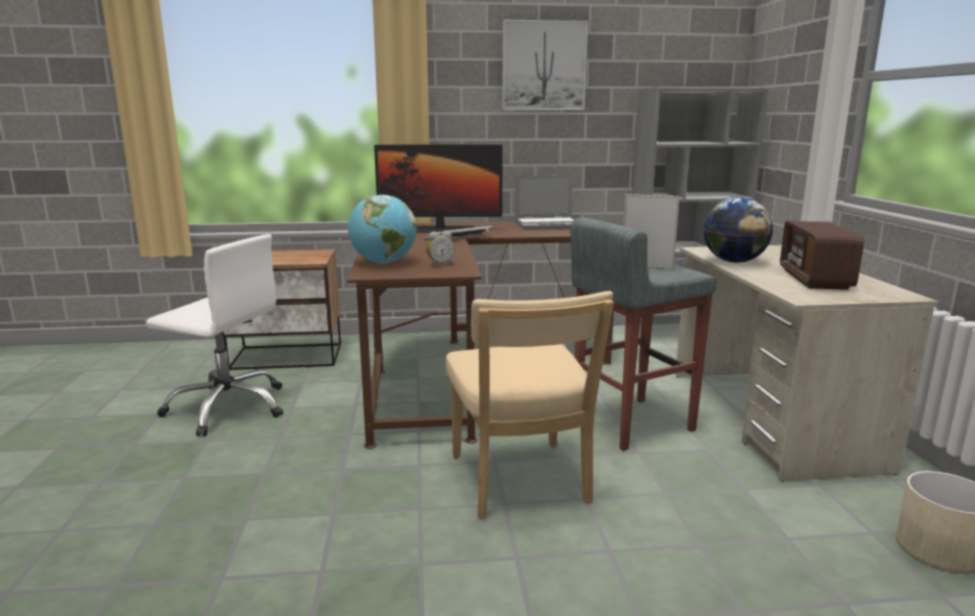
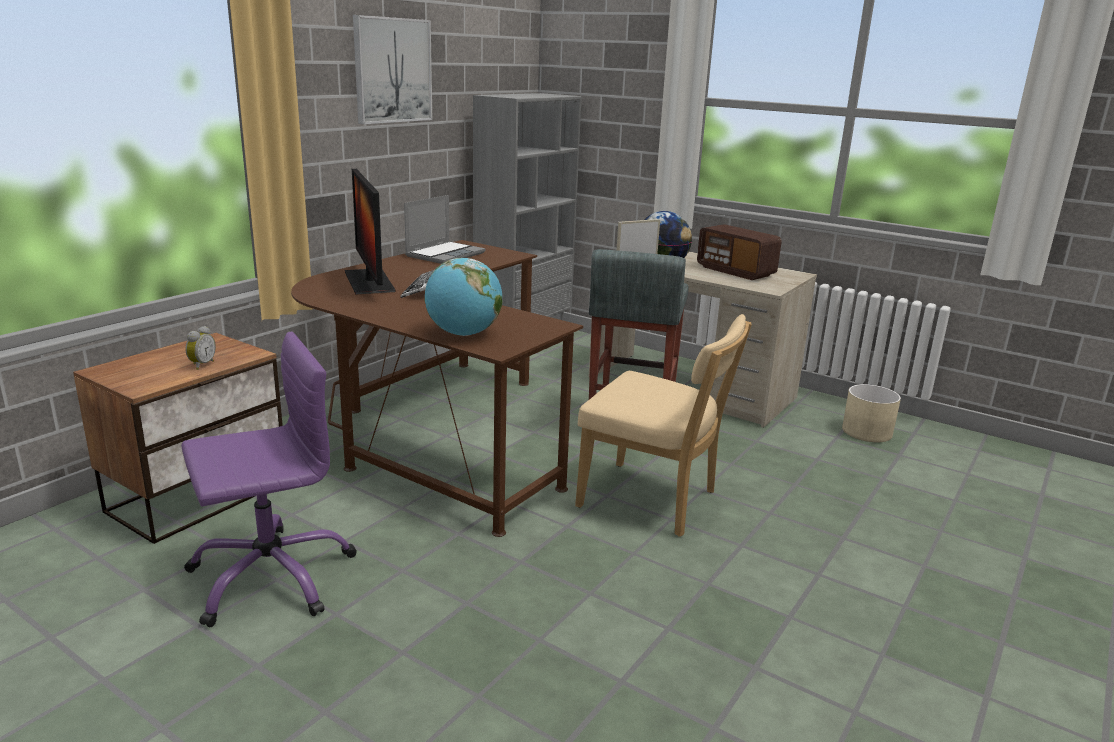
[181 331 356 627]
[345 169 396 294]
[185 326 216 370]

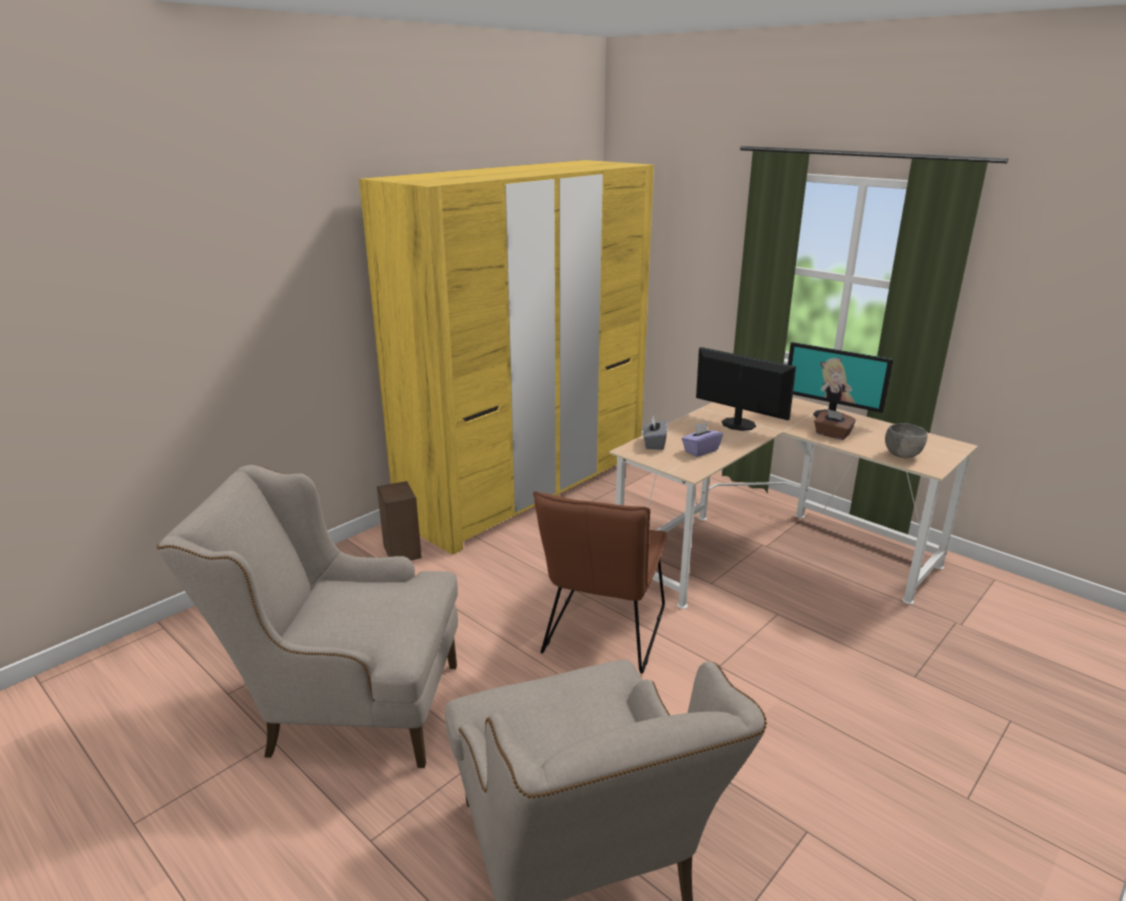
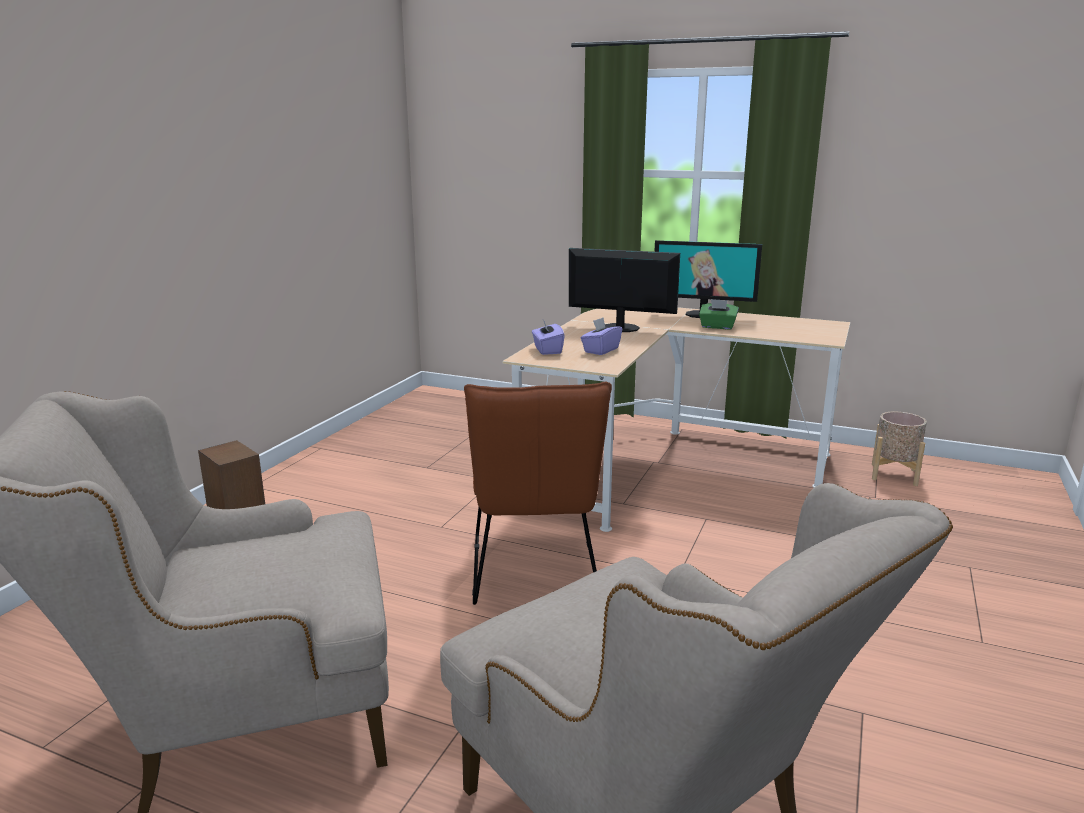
[359 160 654 555] (first image)
[532 320 565 355]
[699 299 739 329]
[885 423 928 458] (first image)
[872 412 927 486]

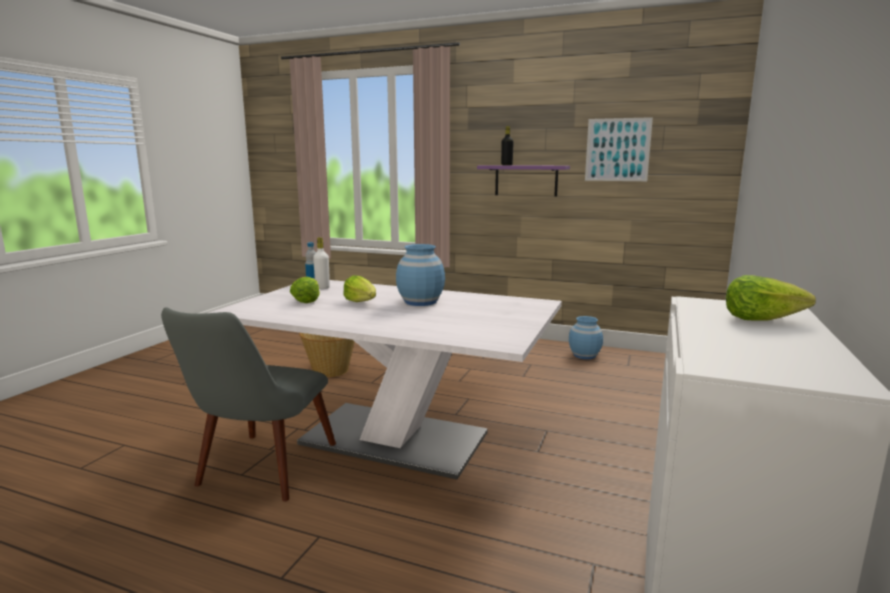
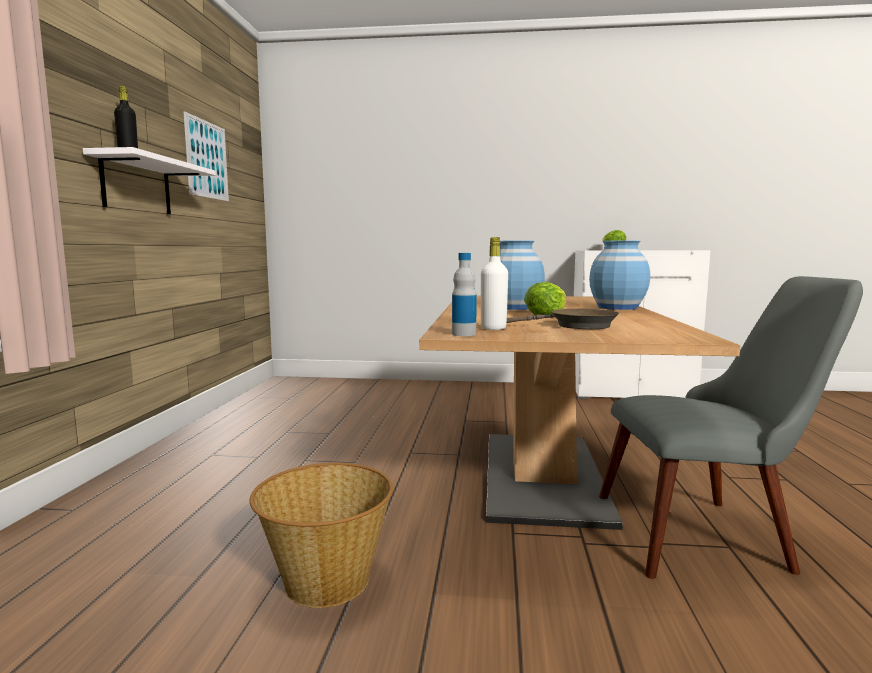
[419 296 740 530]
[507 309 619 329]
[83 147 216 214]
[589 241 650 310]

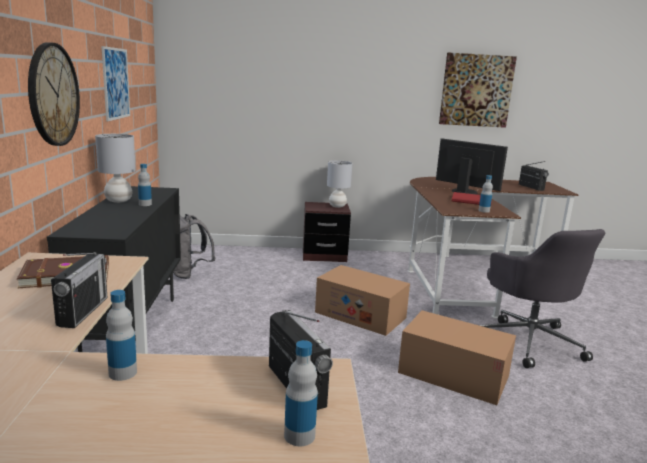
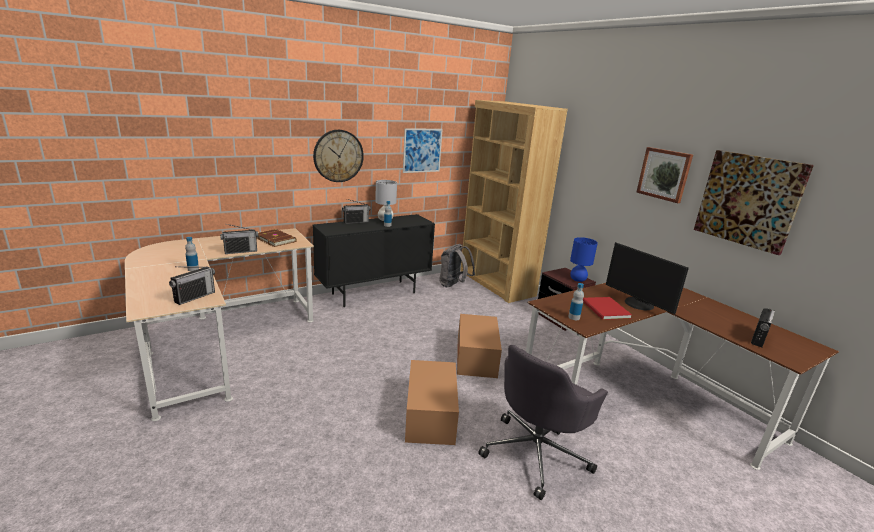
[284 340 318 446] (first image)
[570 237 598 282]
[606 242 689 315]
[342 199 371 224]
[460 100 568 303]
[636 147 693 203]

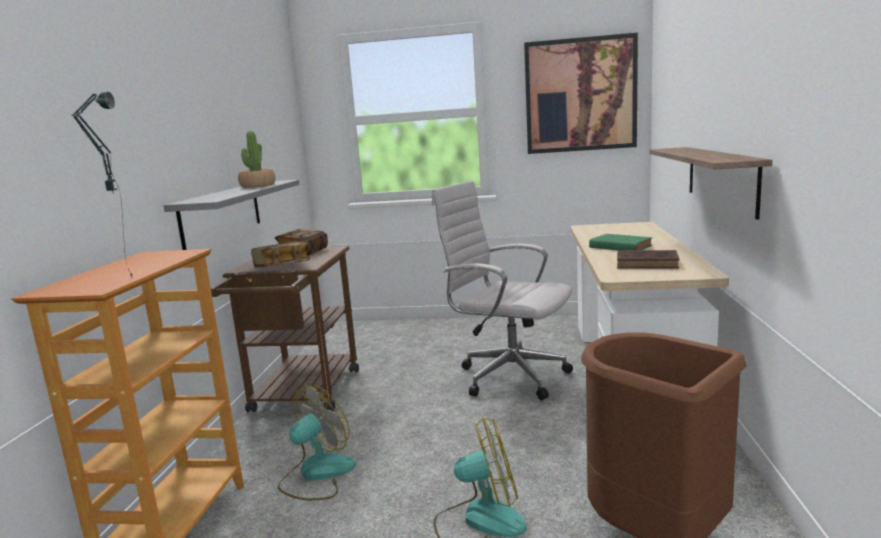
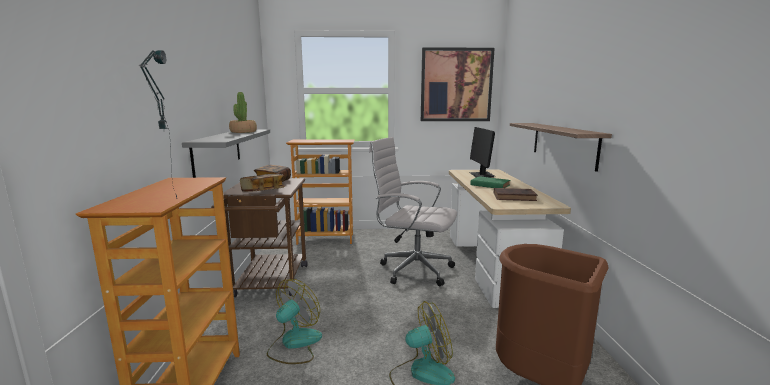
[286 139 355 245]
[469 127 495 178]

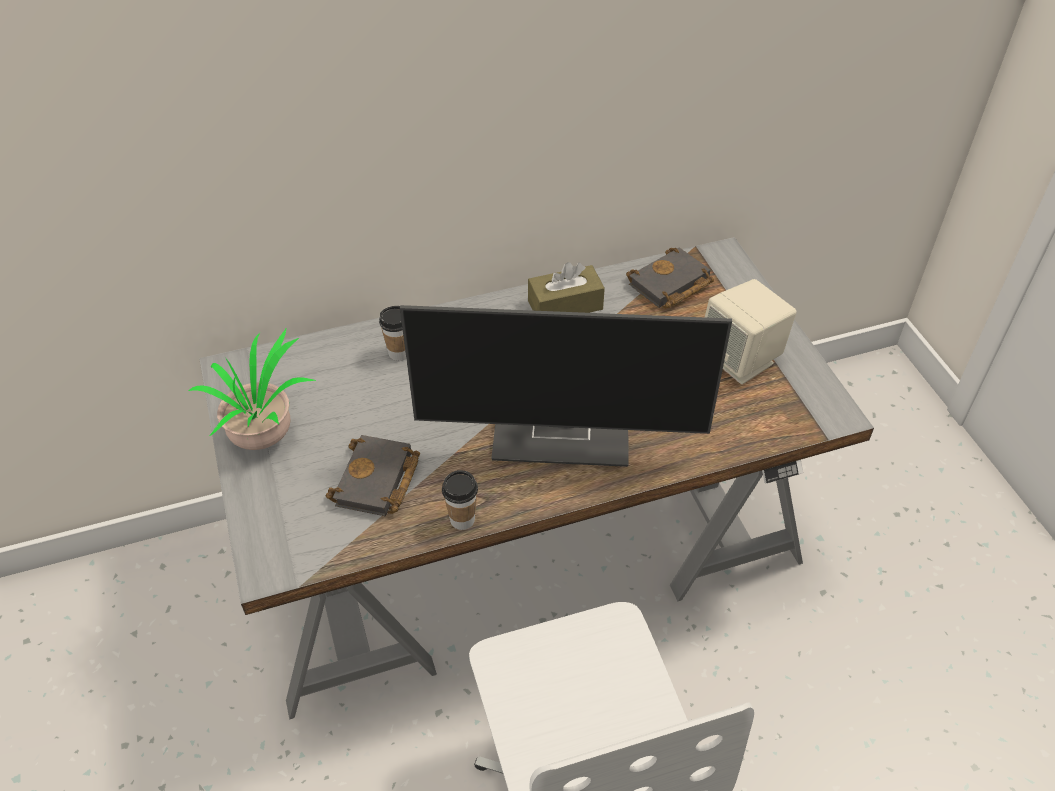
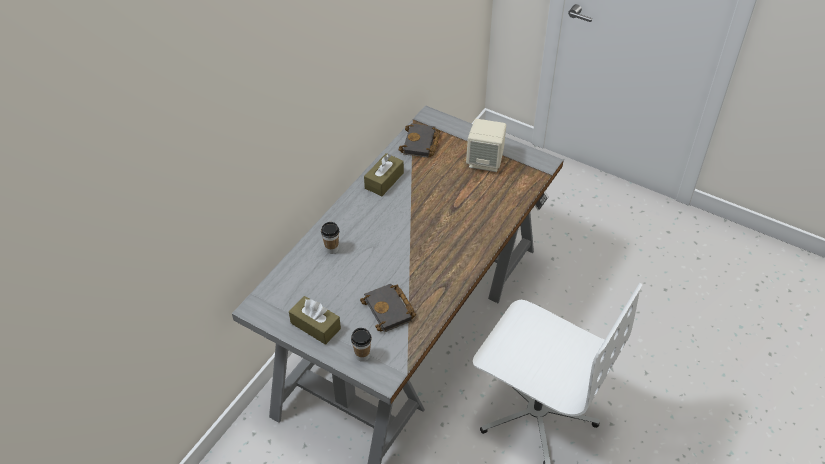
[289 296 341 345]
[400 305 732 467] (first image)
[351 328 372 362]

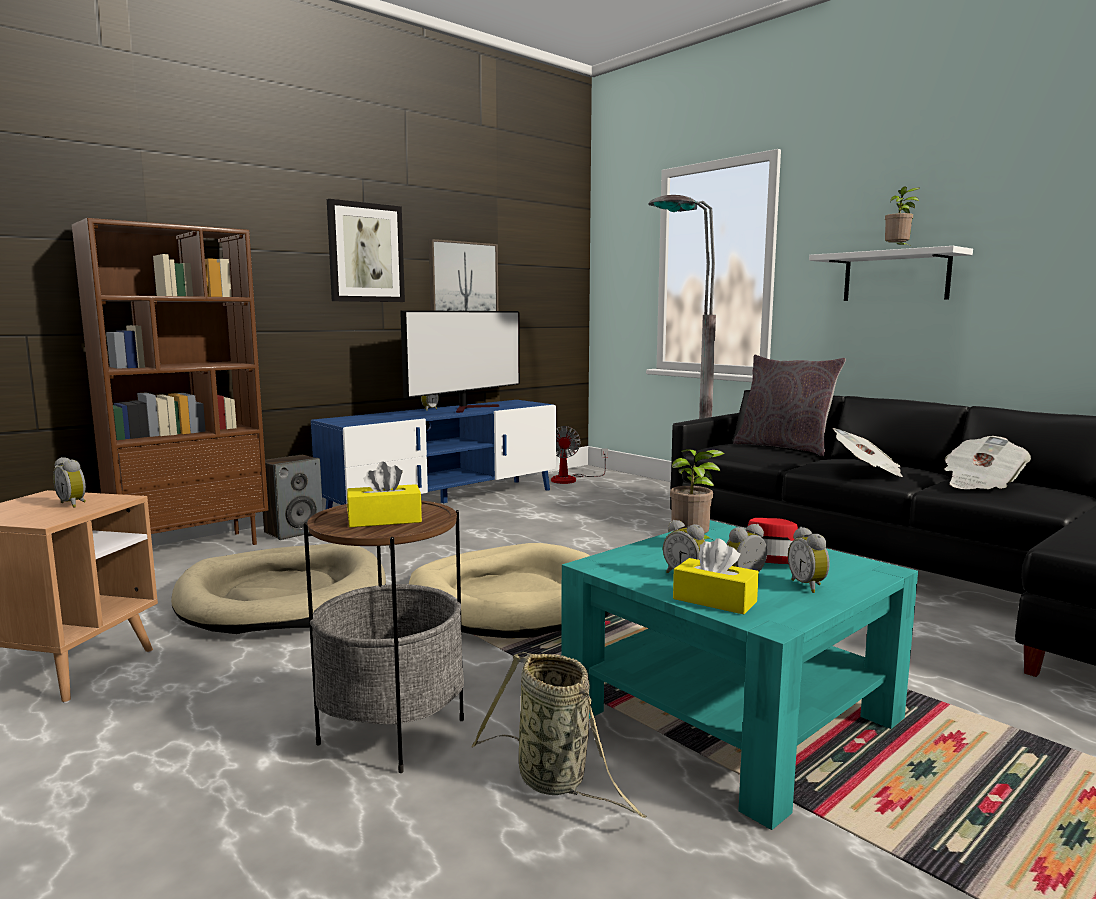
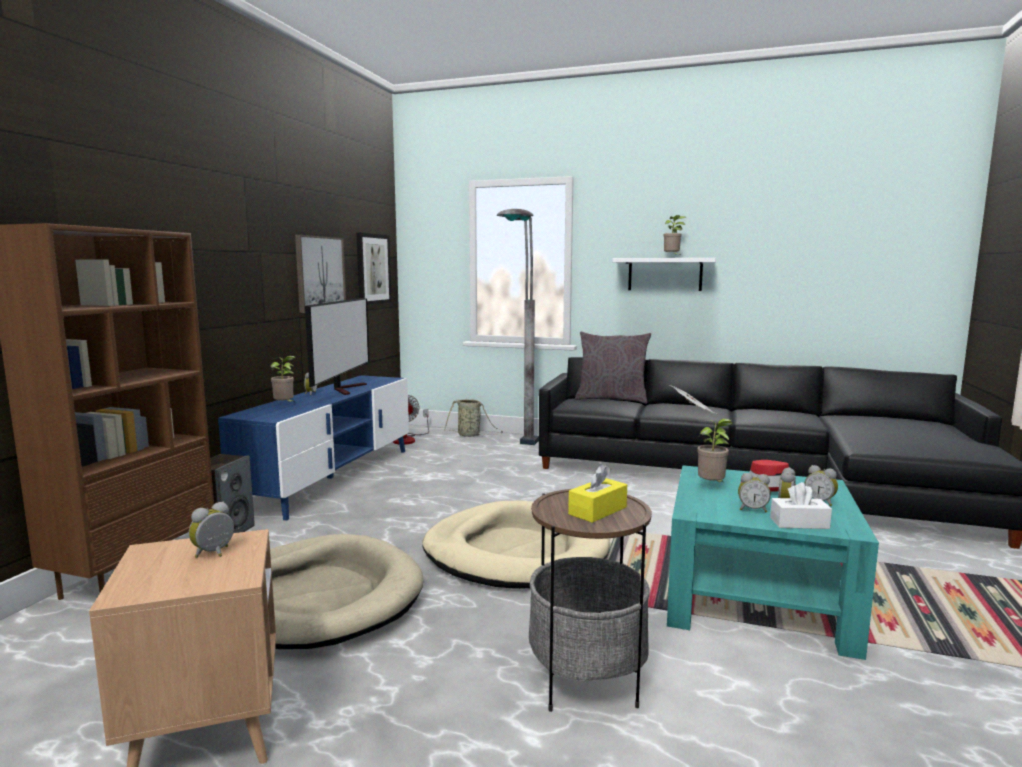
[189 501 234 558]
[356 233 392 305]
[444 399 501 437]
[770 482 832 529]
[944 436 1031 489] (first image)
[270 356 295 402]

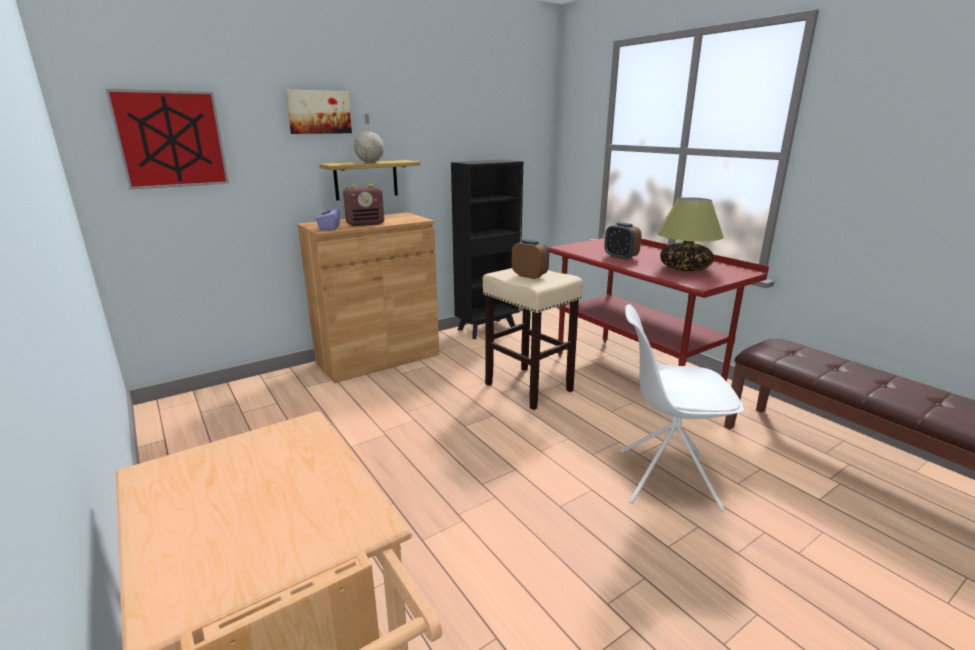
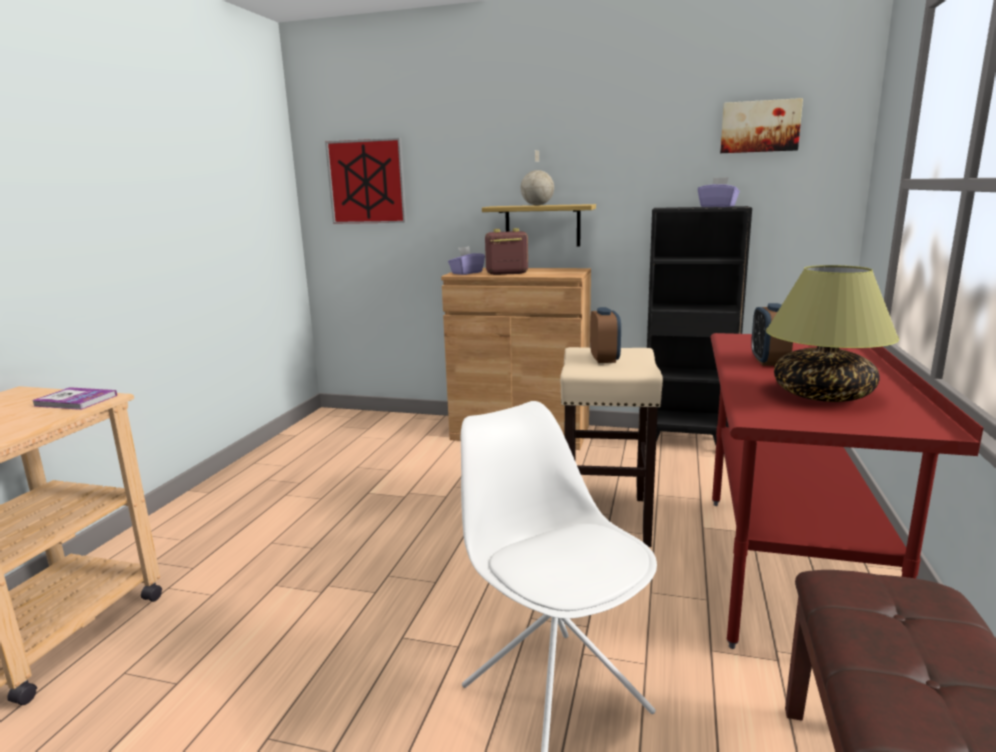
[720 98 803 153]
[485 228 528 275]
[31 387 117 410]
[698 177 740 207]

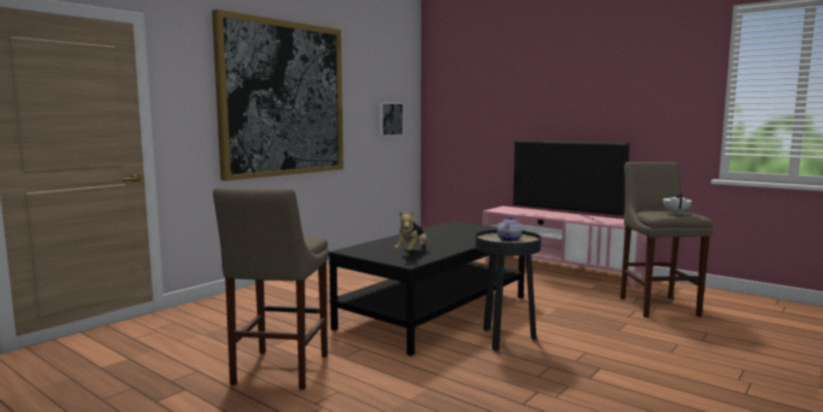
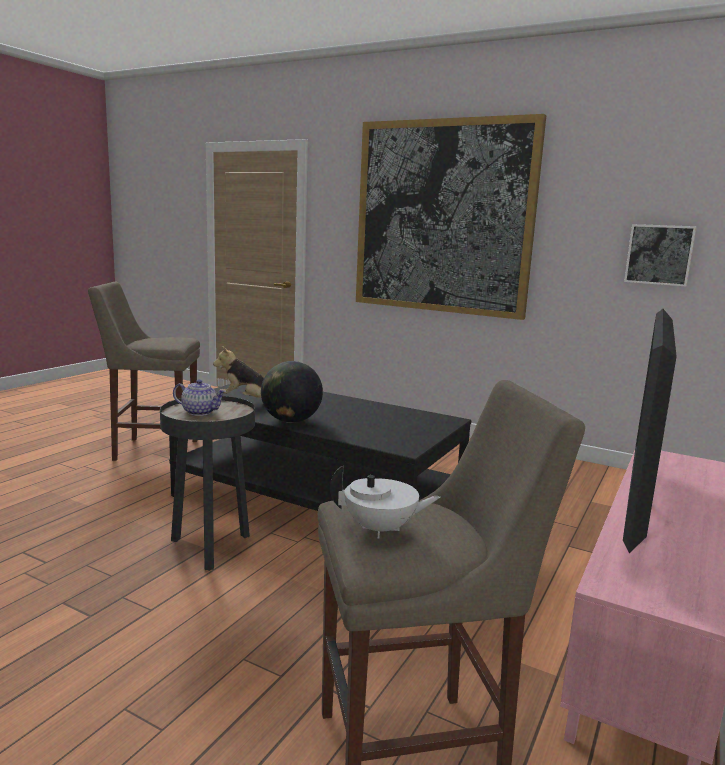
[261 361 323 423]

